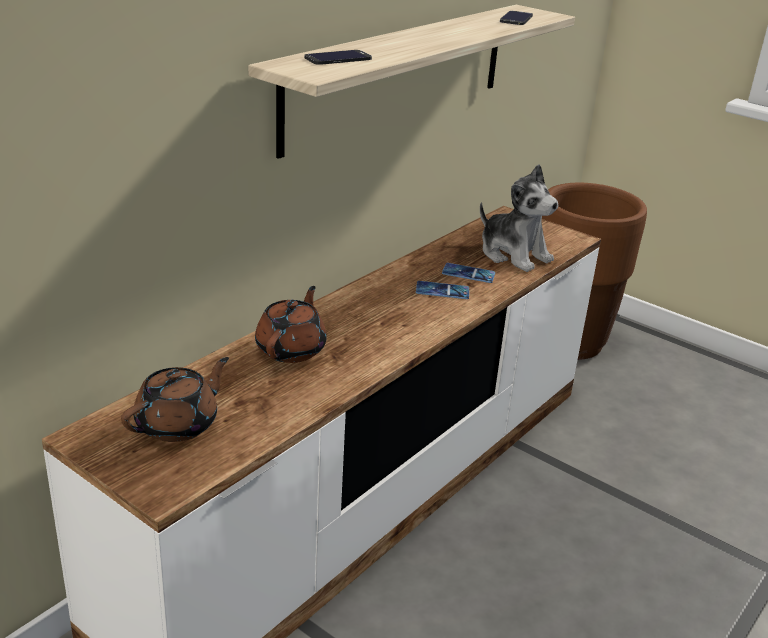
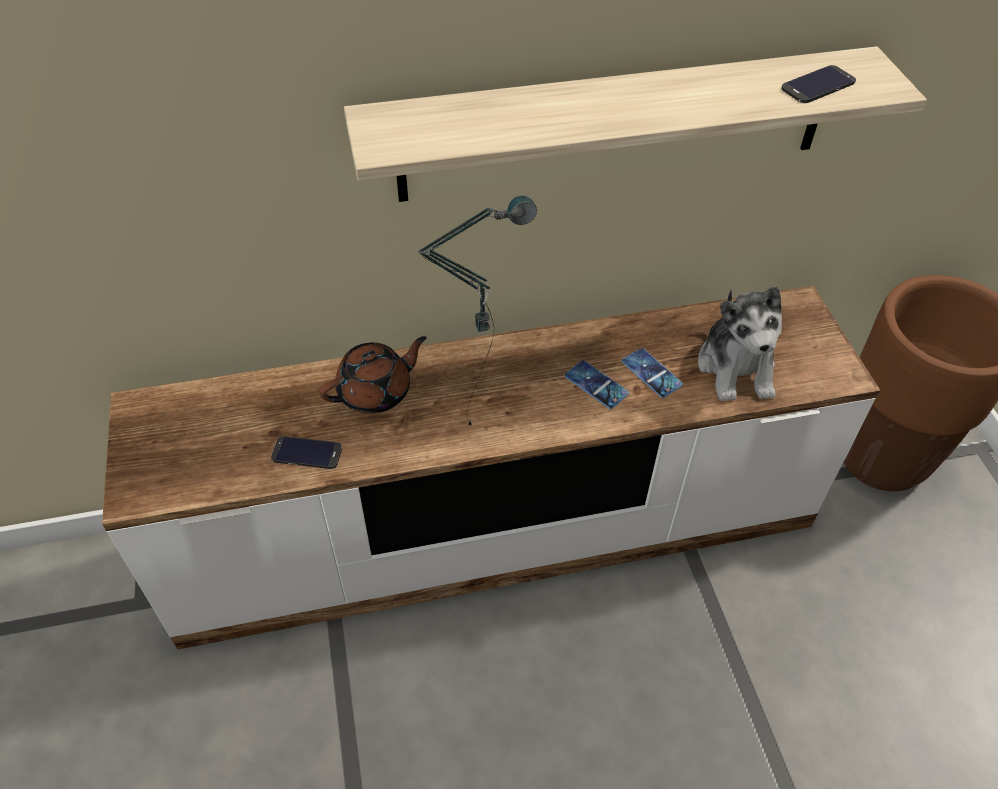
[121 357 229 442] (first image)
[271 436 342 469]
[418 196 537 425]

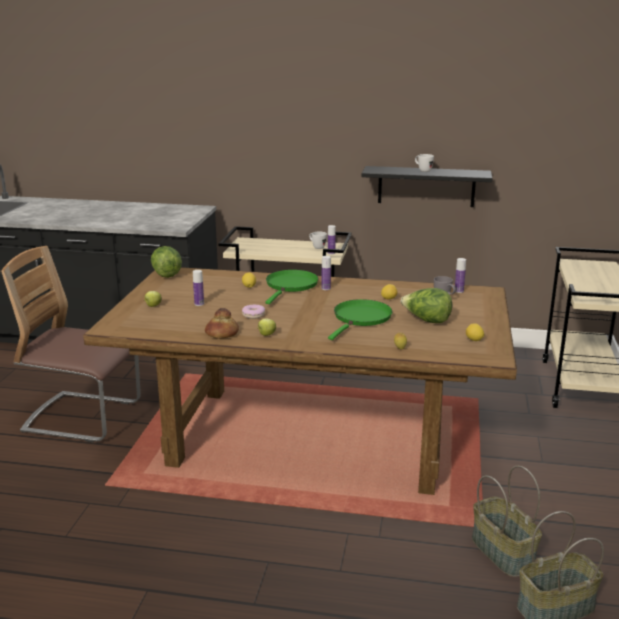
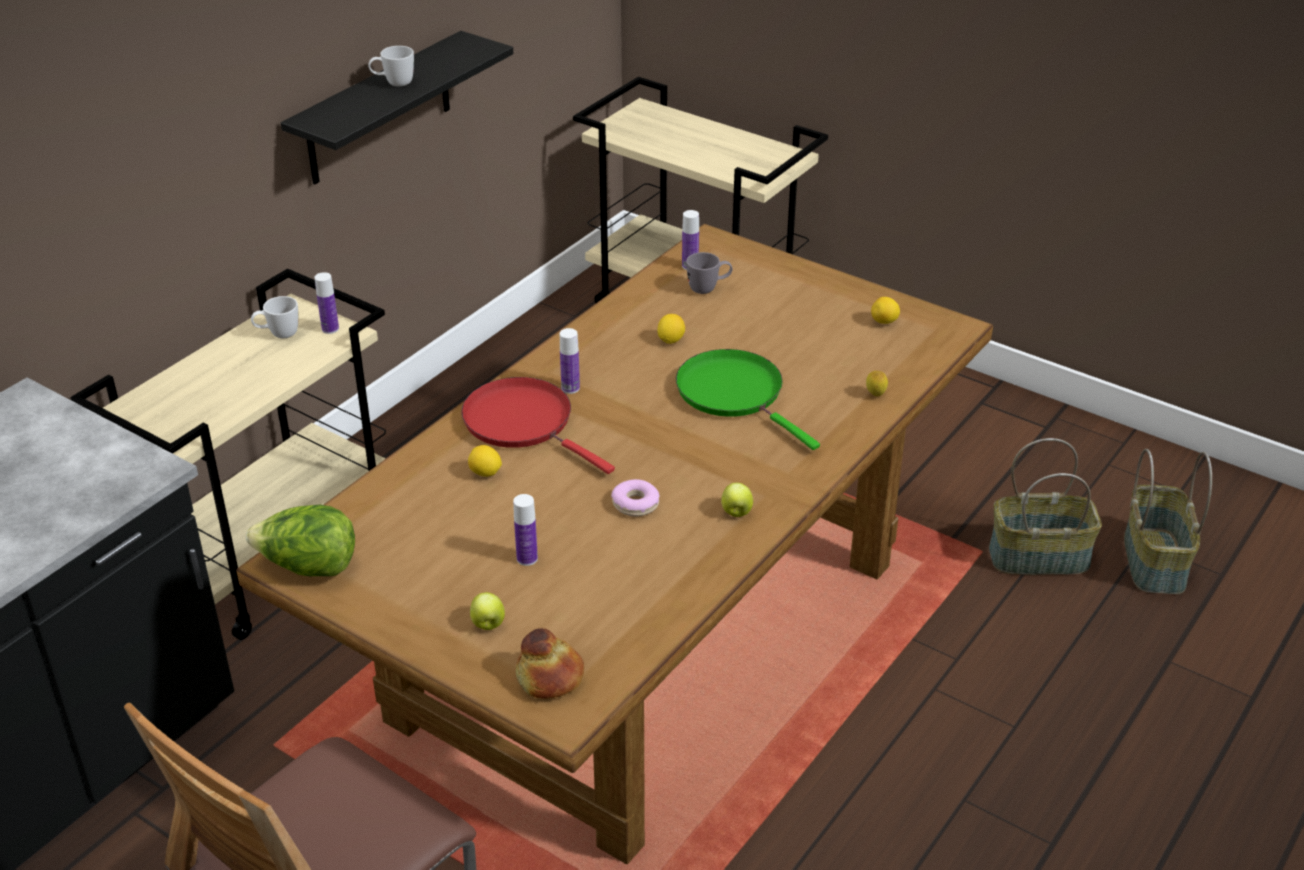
[516 628 584 699]
[461 377 615 474]
[401 288 452 323] (first image)

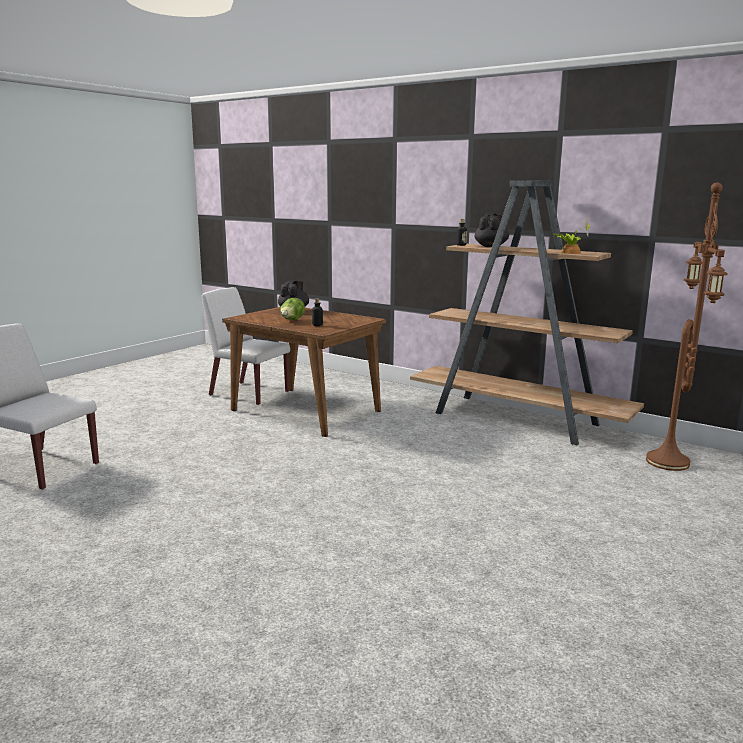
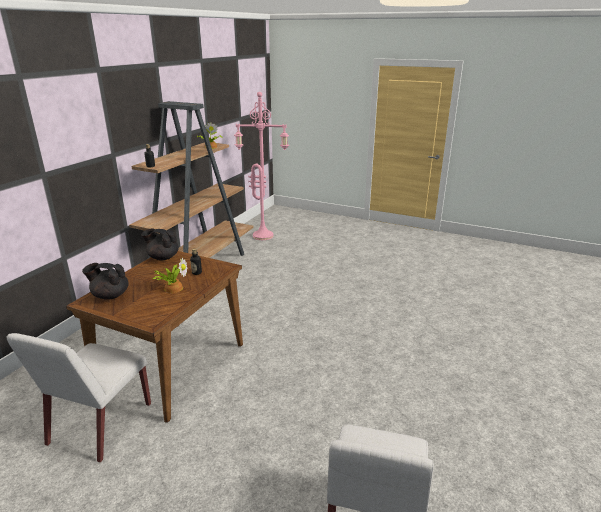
[153 258 187 293]
[141 228 179 260]
[234 92 289 240]

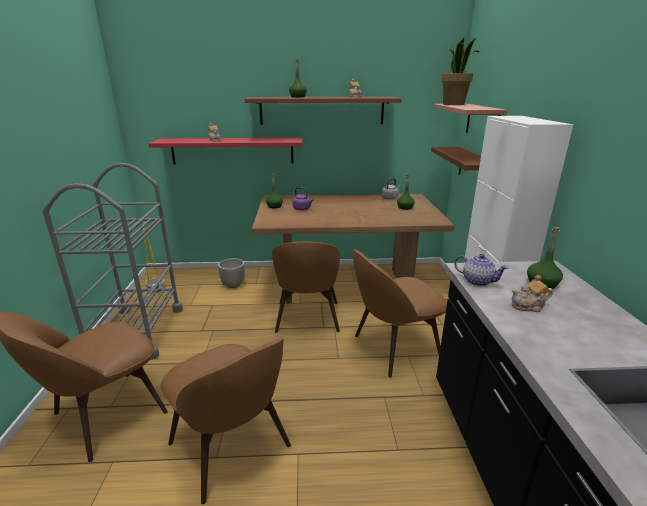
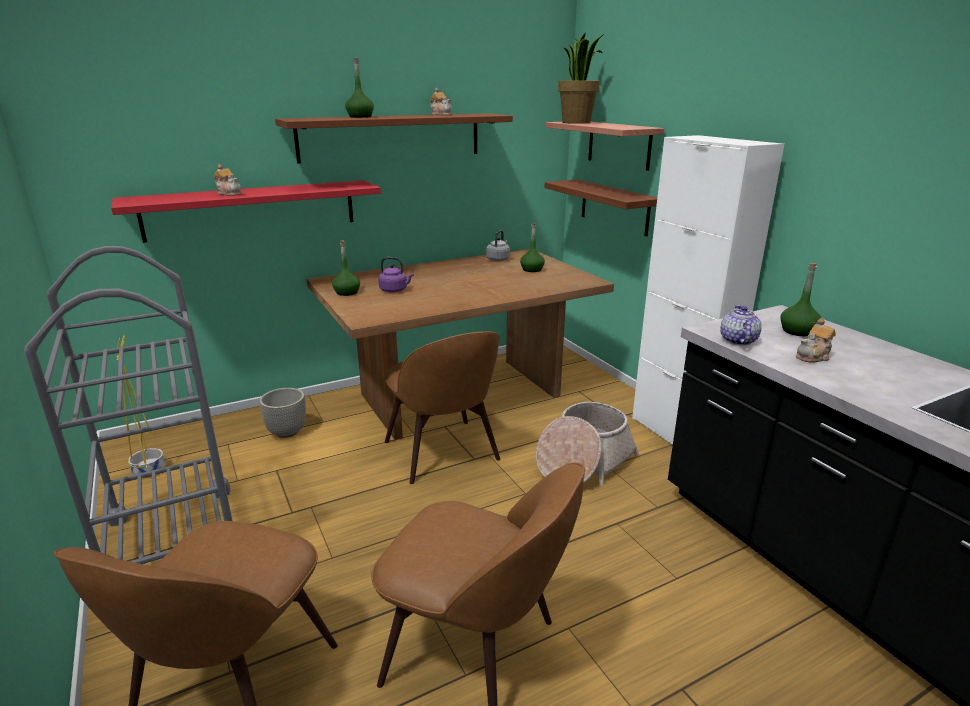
[536 402 639 485]
[720 305 761 346]

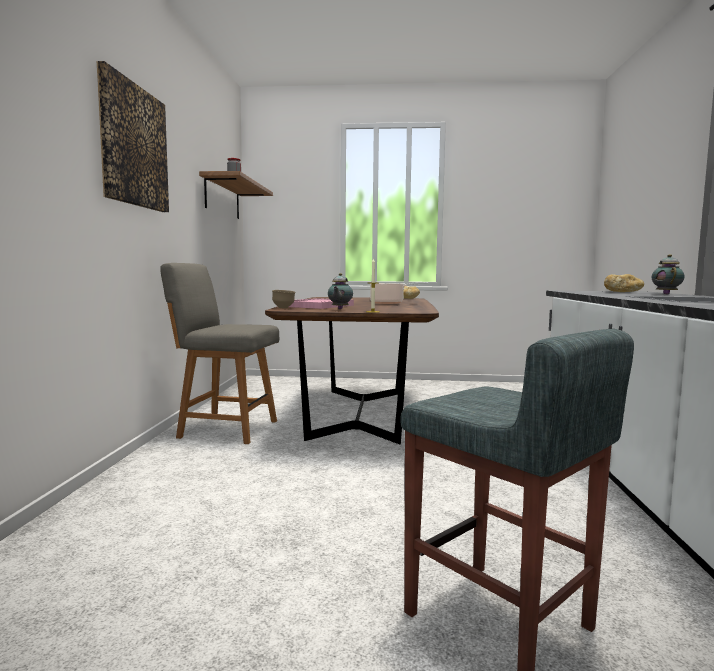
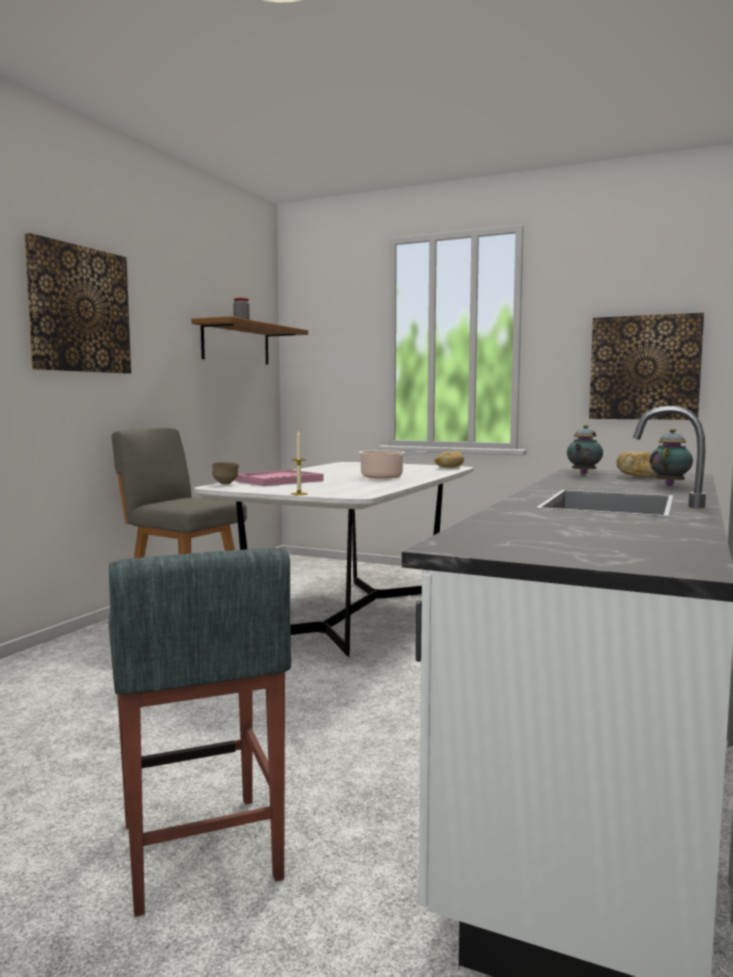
[194 462 474 657]
[567 425 603 474]
[589 313 704 420]

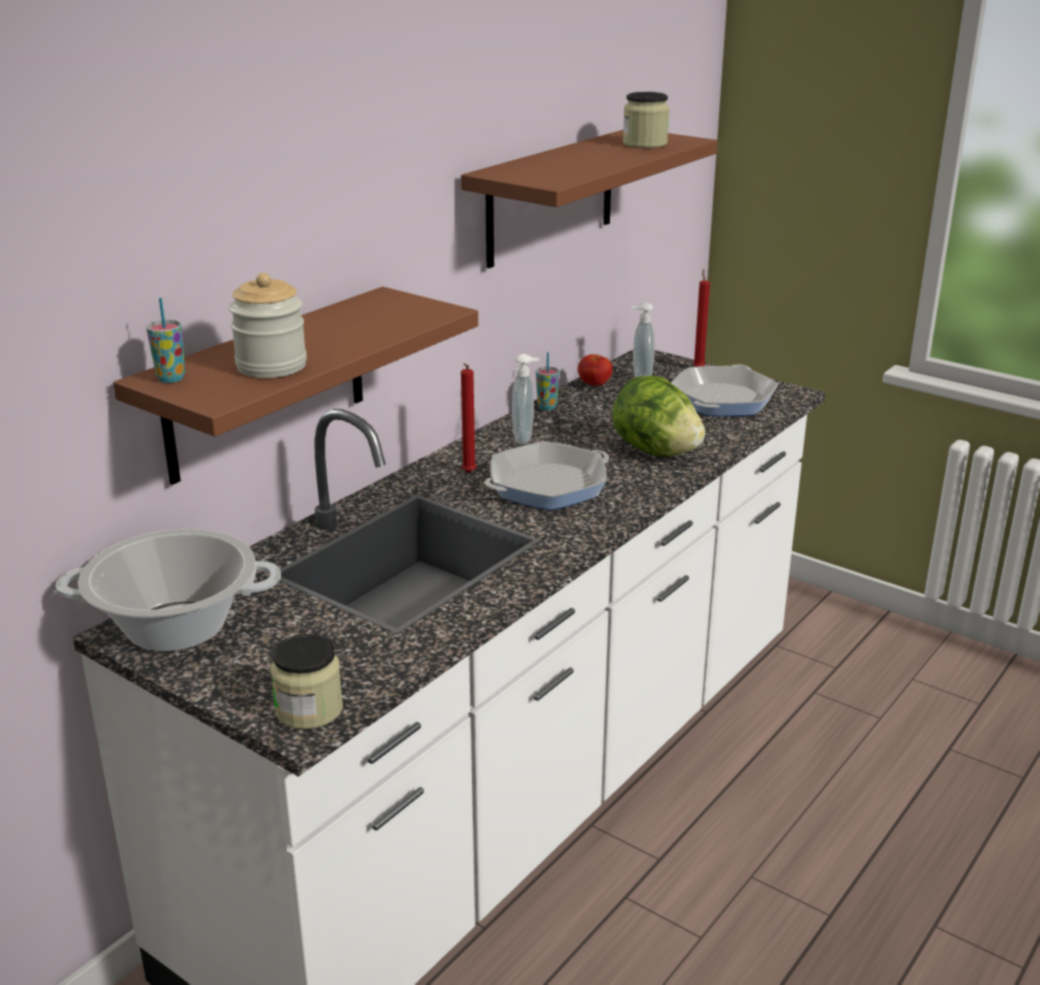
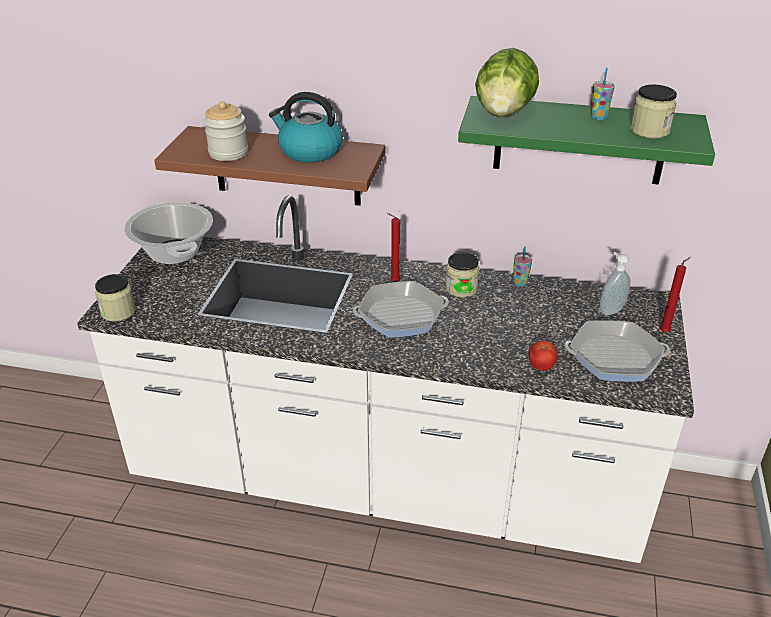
[590 68 615 120]
[458 96 715 185]
[353 281 449 338]
[445 252 480 298]
[528 341 558 371]
[475 48 539 117]
[269 92 343 163]

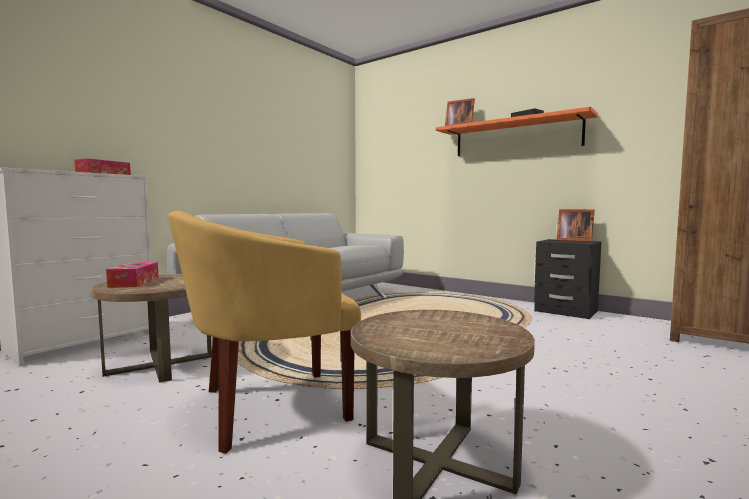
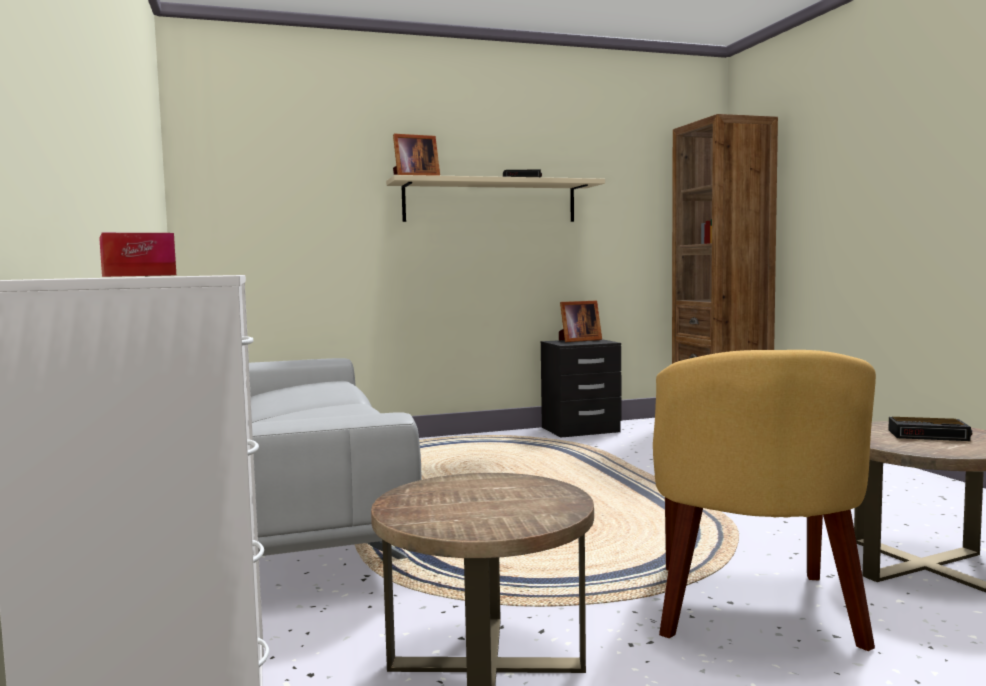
[106 262 158 288] (first image)
[386 175 605 222]
[888 417 972 441]

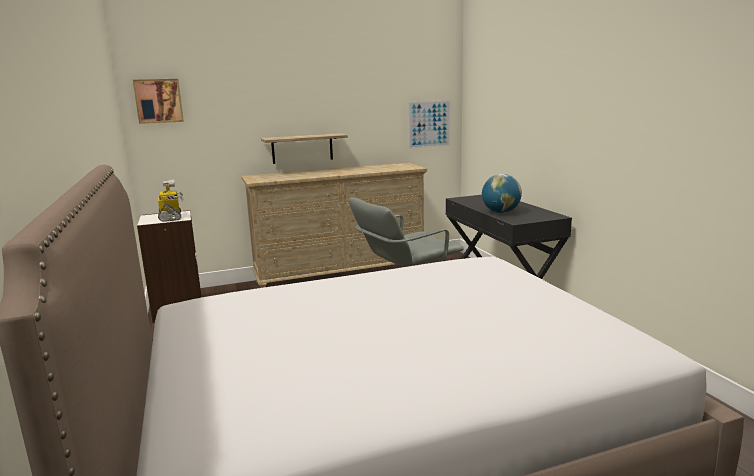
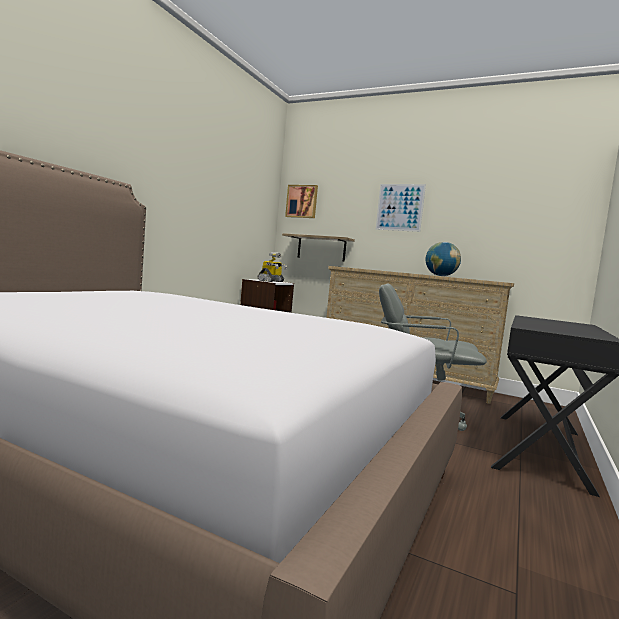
[282 233 355 262]
[376 184 426 232]
[426 242 461 276]

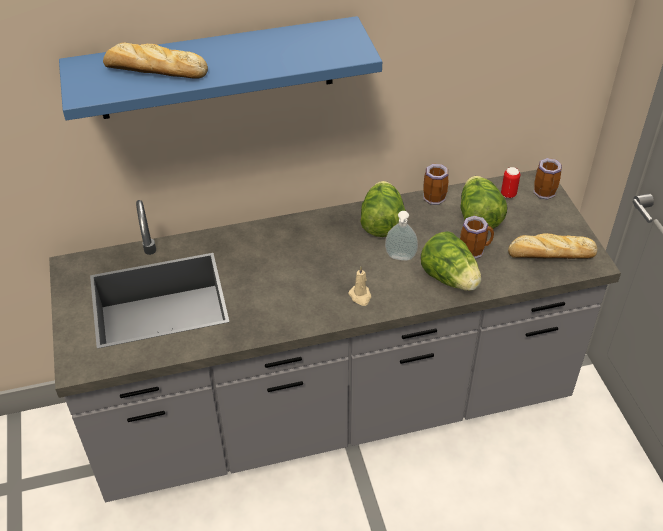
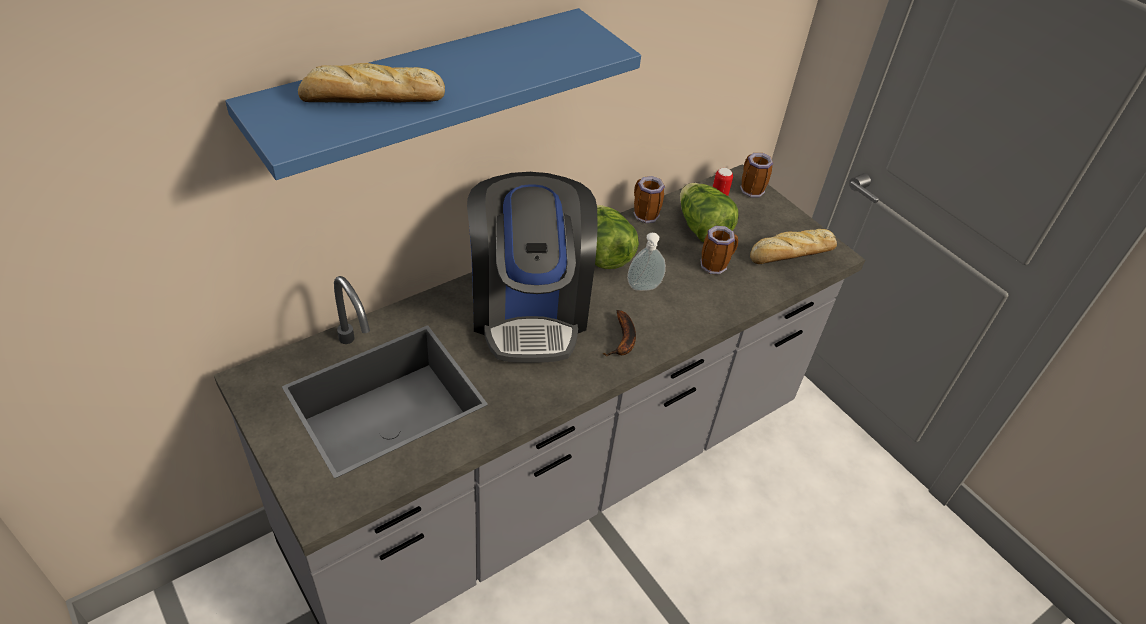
[602 310 636 356]
[421 231 481 291] (first image)
[467 172 597 363]

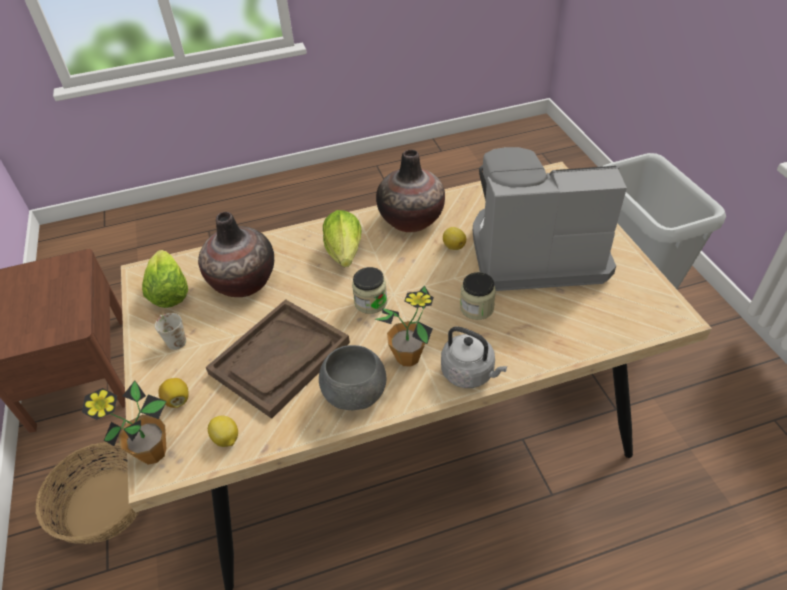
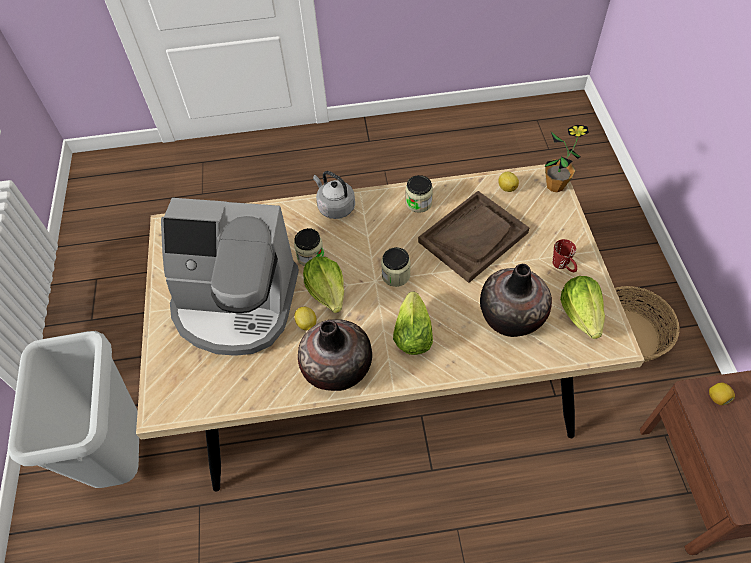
[553 239 577 272]
[709 383 735 405]
[406 175 433 213]
[374 285 434 367] (first image)
[303 257 344 313]

